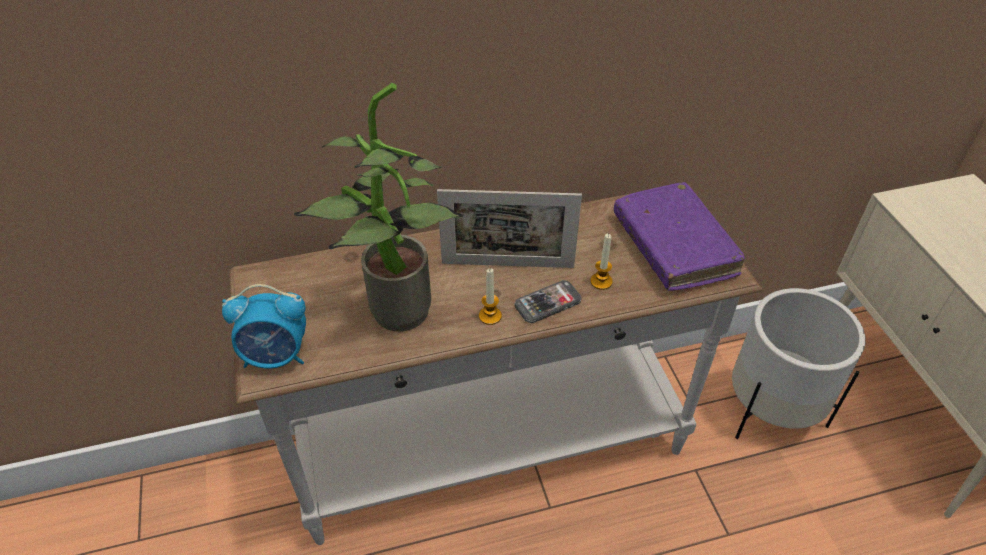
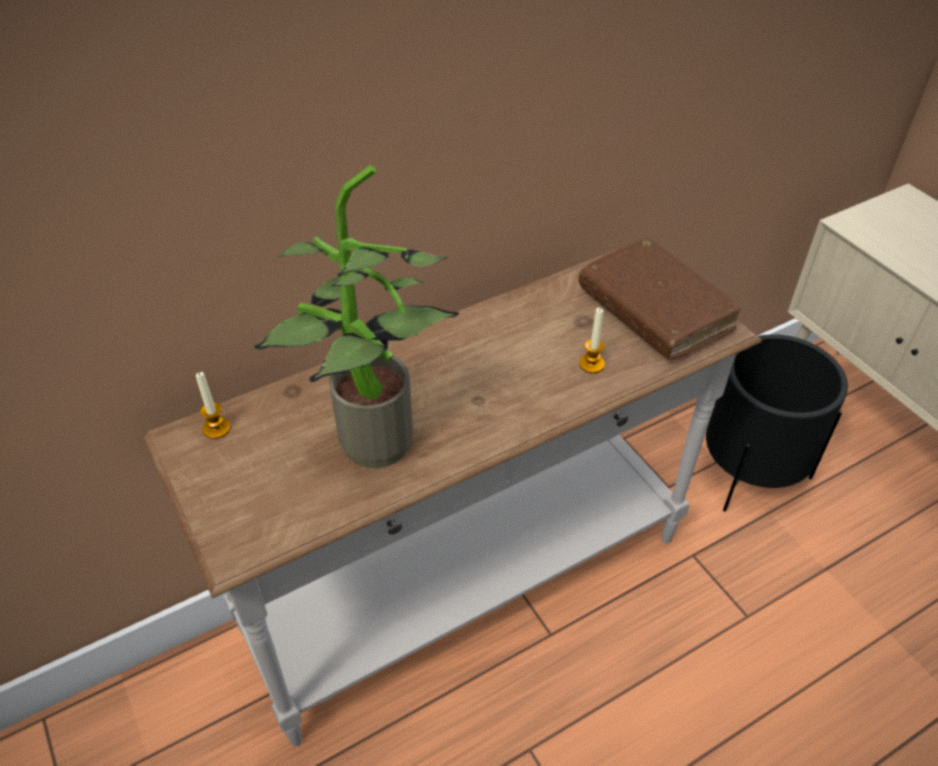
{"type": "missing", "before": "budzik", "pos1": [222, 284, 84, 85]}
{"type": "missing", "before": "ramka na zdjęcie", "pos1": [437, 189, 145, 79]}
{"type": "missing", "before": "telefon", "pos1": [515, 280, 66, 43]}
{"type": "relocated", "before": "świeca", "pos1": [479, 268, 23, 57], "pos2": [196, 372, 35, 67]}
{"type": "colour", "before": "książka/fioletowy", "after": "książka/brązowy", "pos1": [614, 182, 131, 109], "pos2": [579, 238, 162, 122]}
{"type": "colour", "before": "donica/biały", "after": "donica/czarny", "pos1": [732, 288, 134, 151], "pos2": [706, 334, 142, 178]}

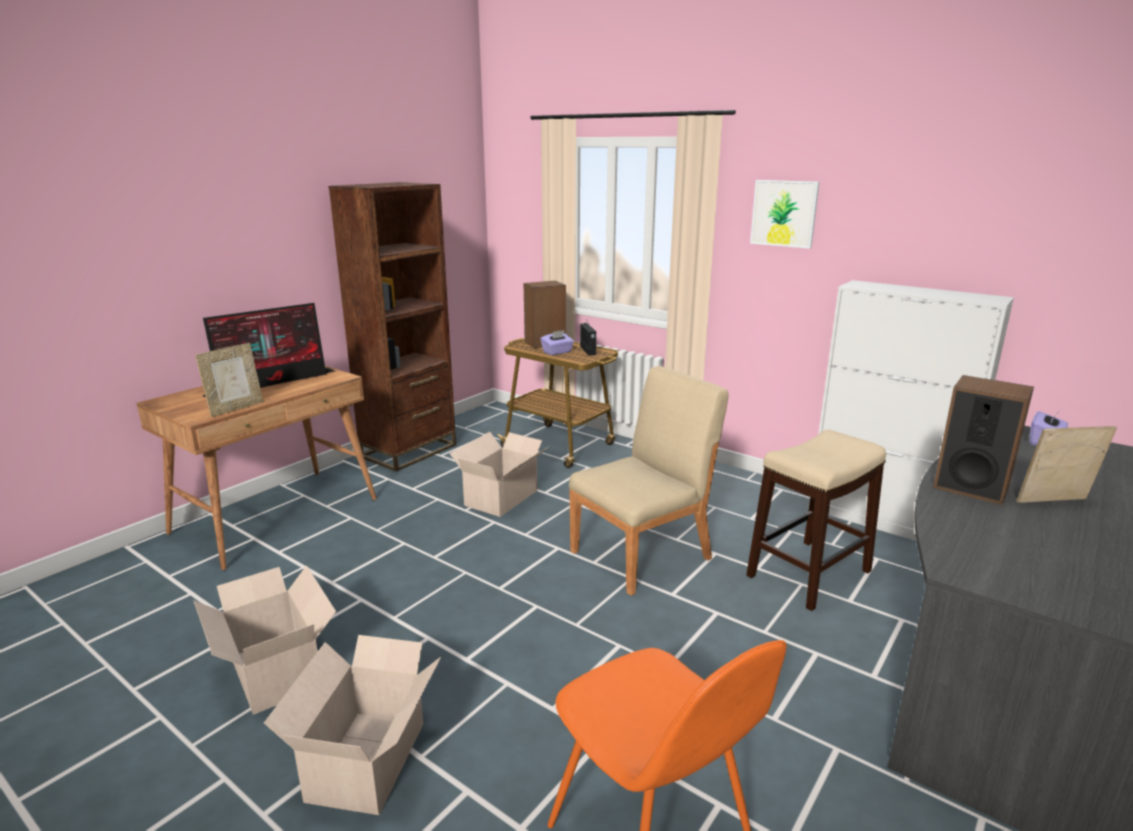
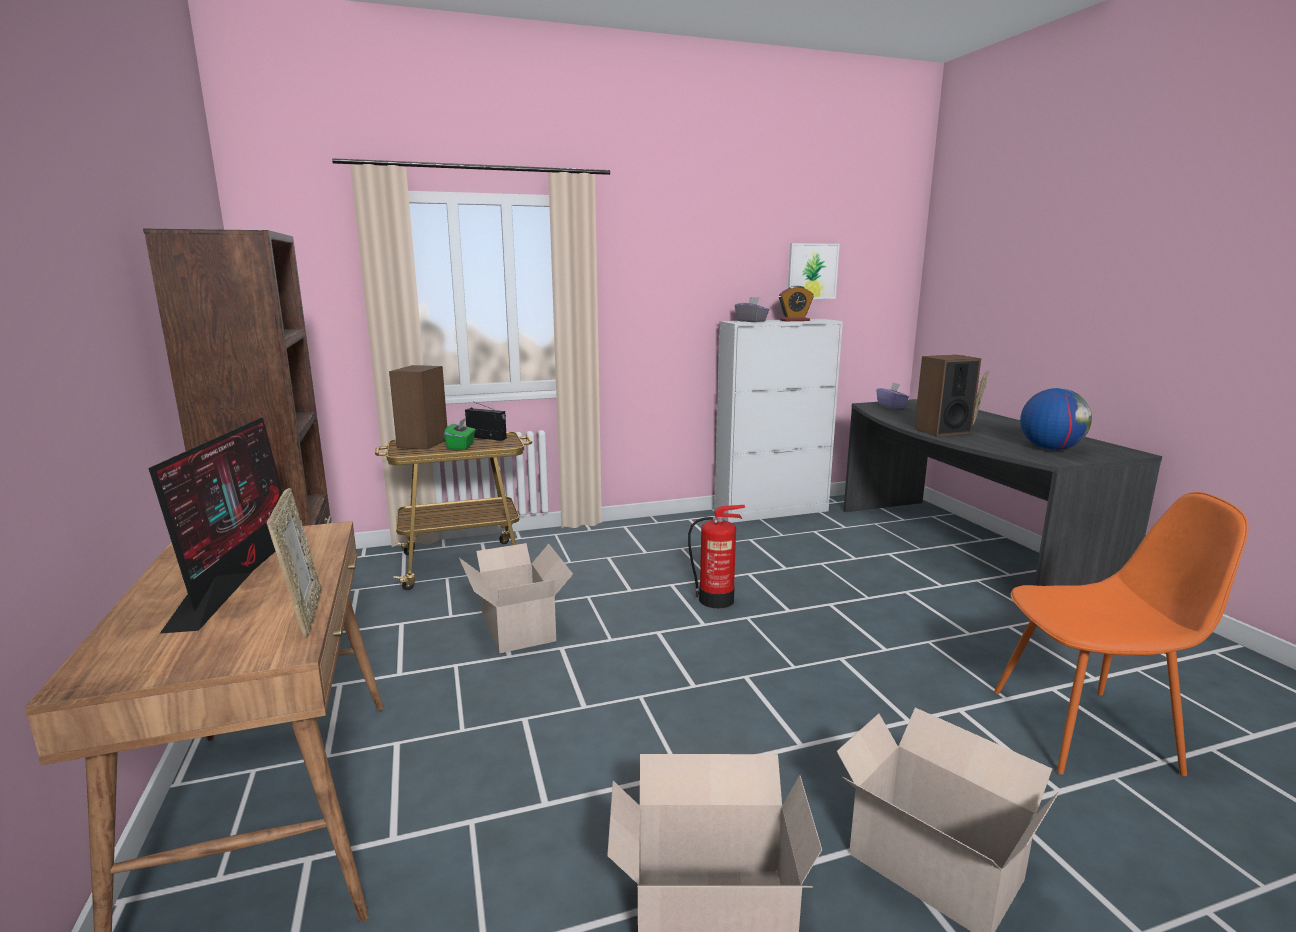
{"type": "missing", "before": "stołek", "pos1": [746, 430, 140, 181]}
{"type": "appeared", "after": "pudełko chusteczek/szary", "pos2": [735, 297, 34, 25]}
{"type": "appeared", "after": "budzik", "pos2": [779, 286, 35, 35]}
{"type": "appeared", "after": "globus", "pos2": [1020, 388, 72, 62]}
{"type": "relocated", "before": "obraz", "pos1": [750, 180, 69, 69], "pos2": [788, 243, 52, 56]}
{"type": "exchanged", "before": "krzesło/beżowy", "after": "gaśnica", "pos1": [569, 366, 160, 230], "pos2": [688, 505, 57, 103]}
{"type": "colour", "before": "pudełko chusteczek/fioletowy", "after": "pudełko chusteczek/zielony", "pos1": [540, 330, 34, 25], "pos2": [444, 418, 32, 32]}

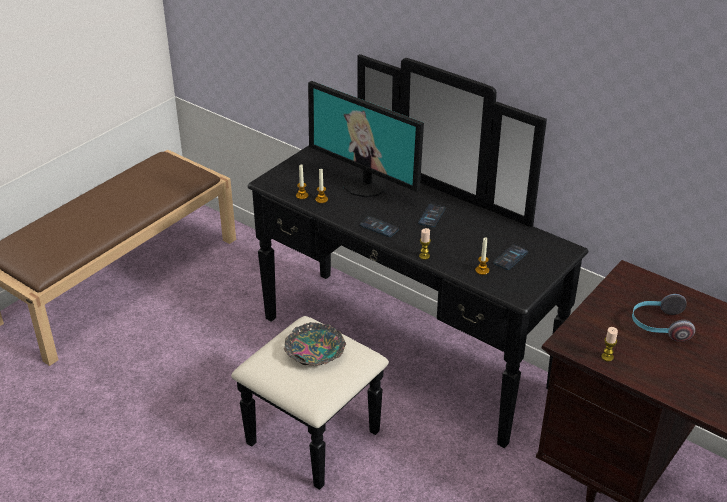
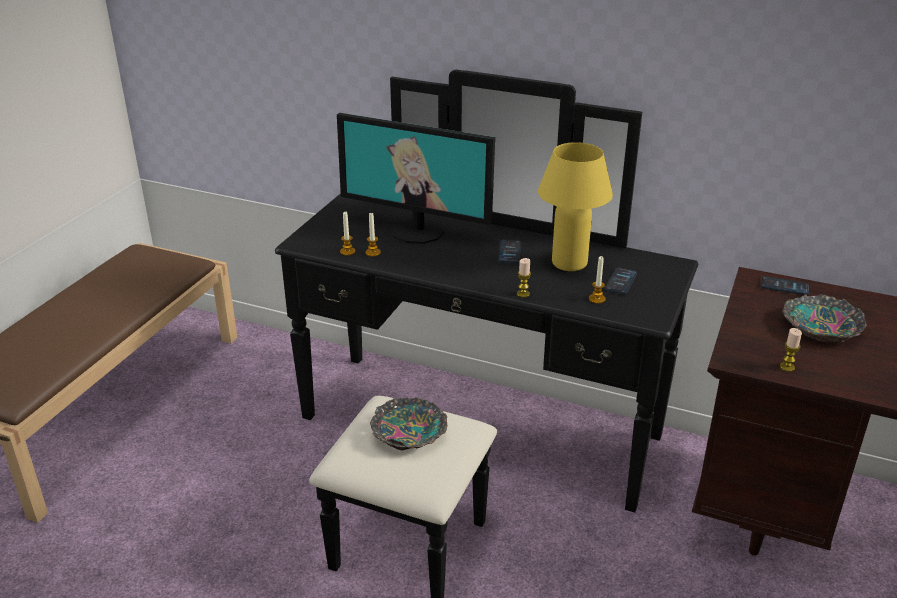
{"type": "appeared", "after": "lampa stołowa/żółty", "pos2": [538, 142, 75, 129]}
{"type": "relocated", "before": "telefon", "pos1": [360, 216, 39, 21], "pos2": [761, 276, 49, 19]}
{"type": "exchanged", "before": "słuchawki", "after": "miska", "pos1": [632, 294, 63, 48], "pos2": [782, 294, 85, 49]}

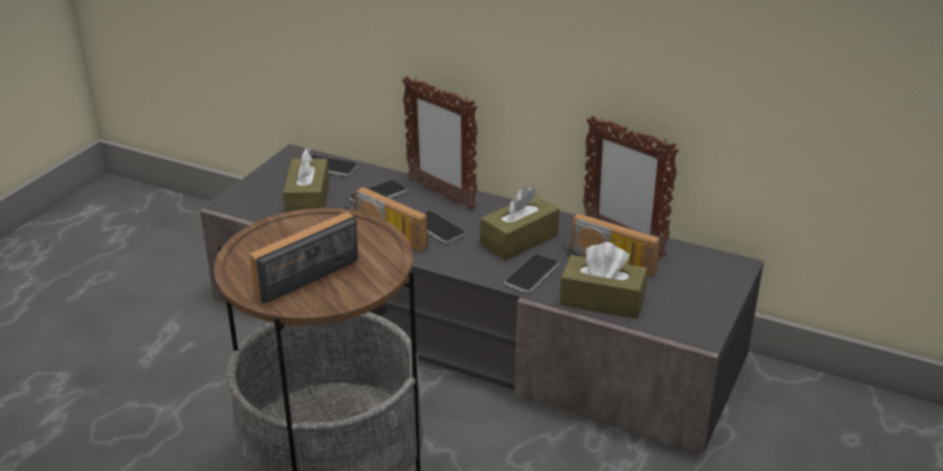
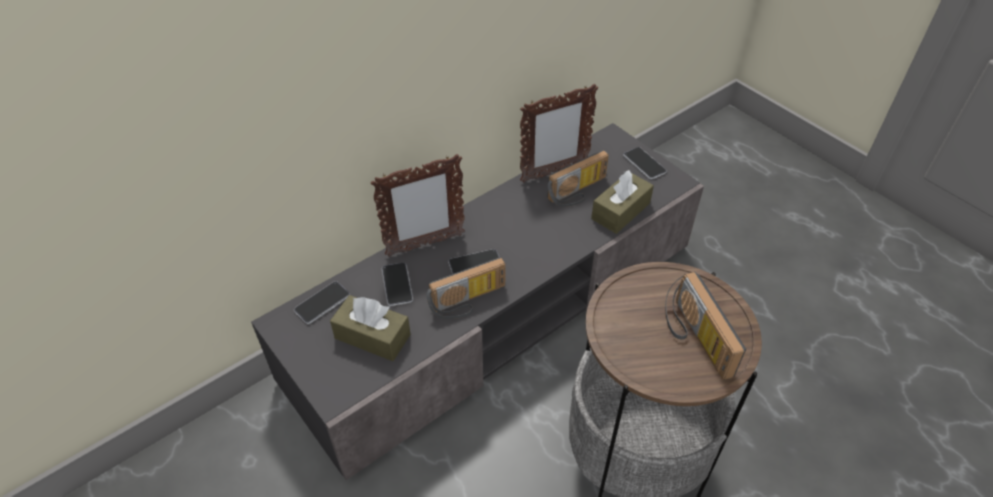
{"type": "missing", "before": "pudełko chusteczek/brązowy", "pos1": [480, 187, 79, 73]}
{"type": "relocated", "before": "telefon", "pos1": [504, 254, 55, 39], "pos2": [623, 147, 44, 33]}

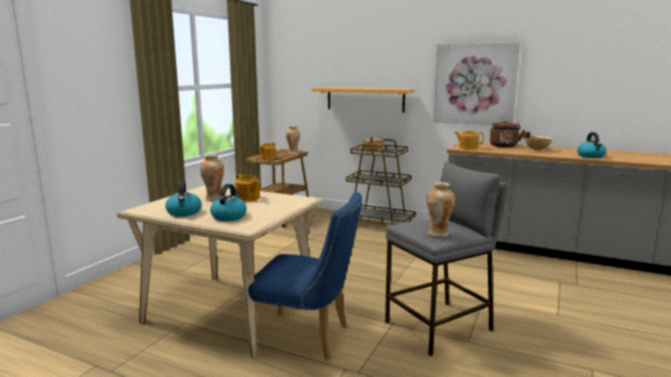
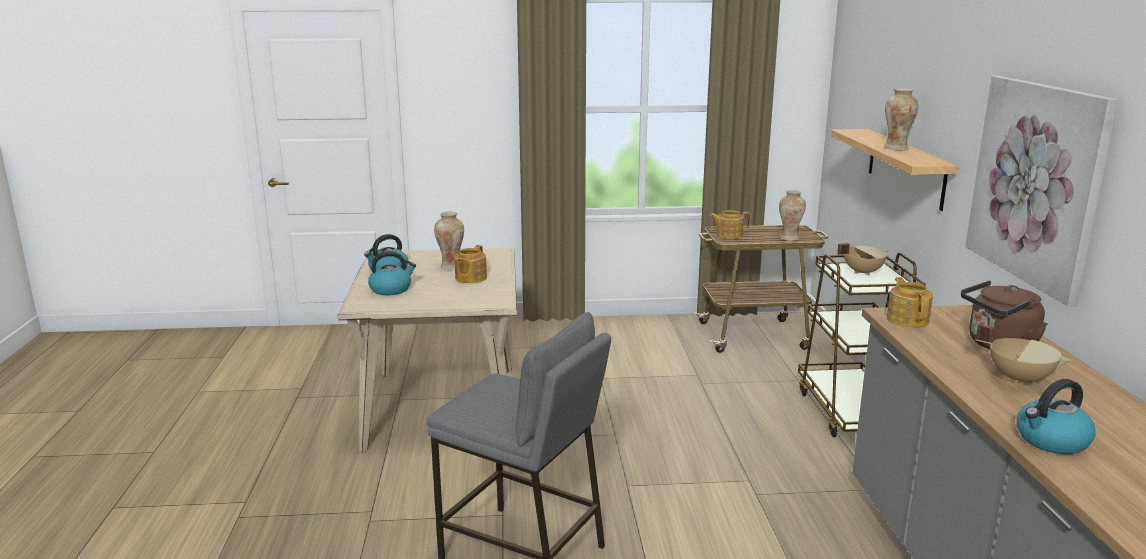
{"type": "missing", "before": "krzesło/niebieski", "pos1": [248, 192, 114, 168]}
{"type": "relocated", "before": "wazon", "pos1": [427, 182, 28, 55], "pos2": [884, 88, 34, 62]}

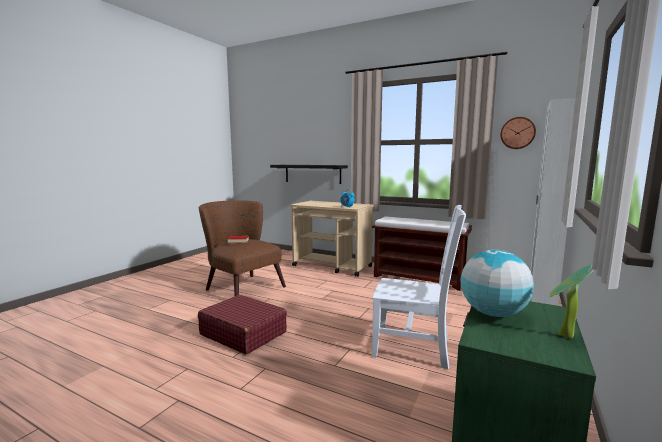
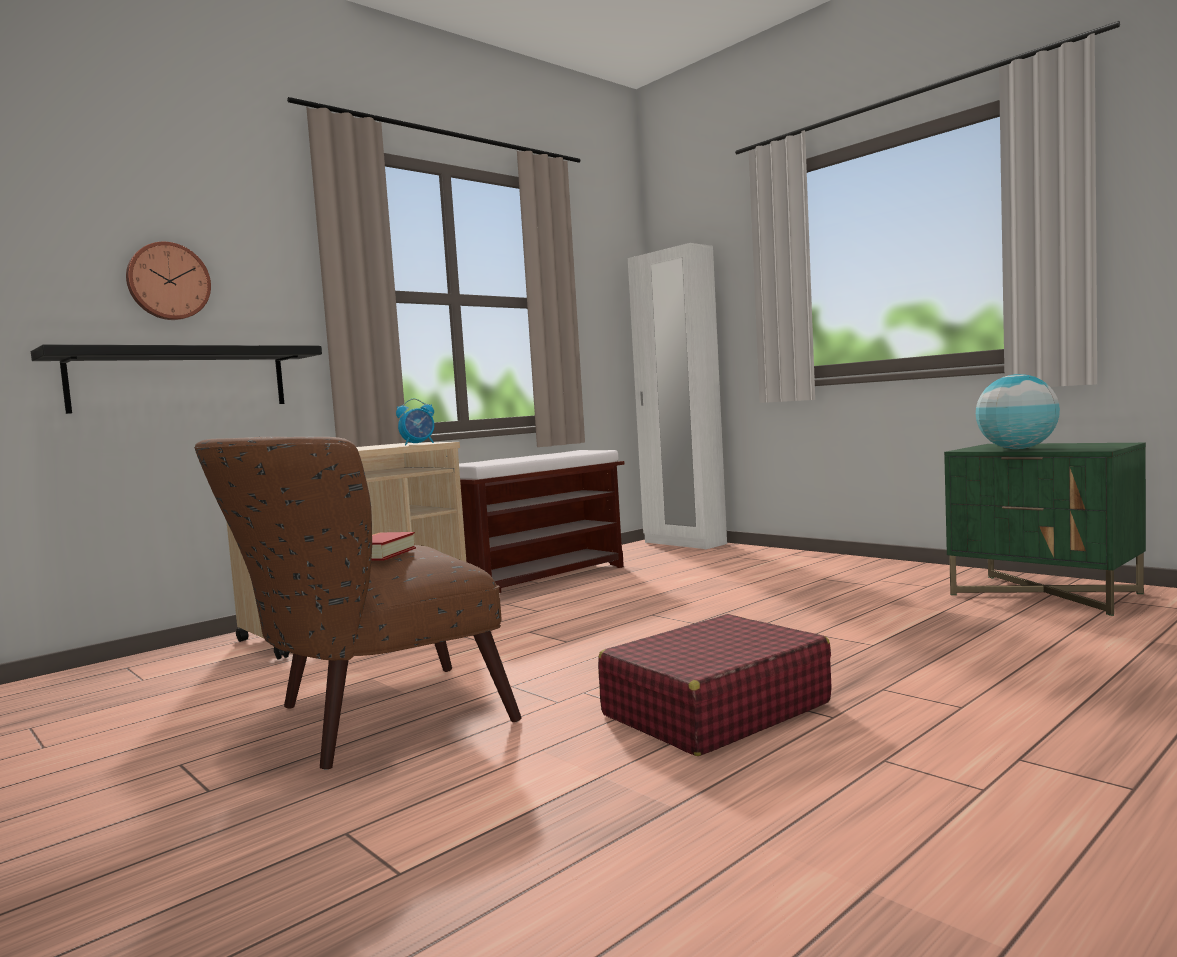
{"type": "missing", "before": "krzesło/biały", "pos1": [372, 205, 94, 164]}
{"type": "missing", "before": "roślina doniczkowa", "pos1": [550, 265, 44, 74]}
{"type": "relocated", "before": "zegar ścienny", "pos1": [500, 117, 36, 32], "pos2": [126, 242, 85, 78]}

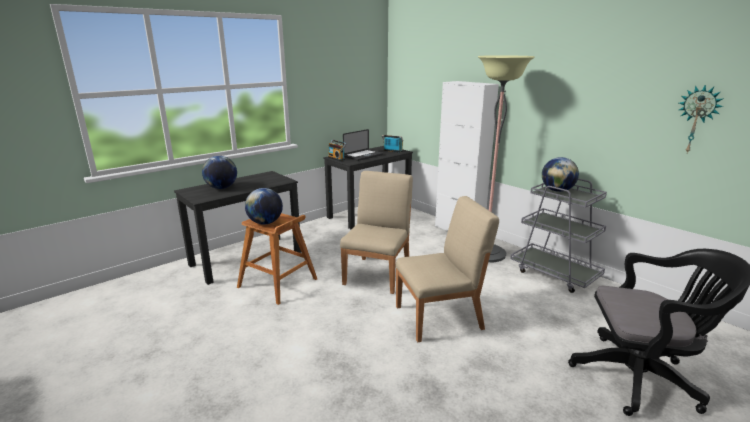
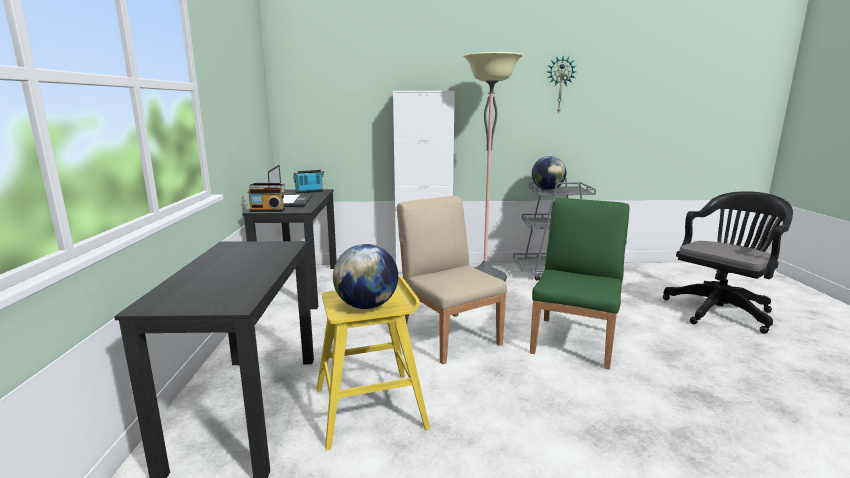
{"type": "missing", "before": "globus", "pos1": [202, 156, 35, 33]}
{"type": "relocated", "before": "zegar ścienny", "pos1": [679, 85, 44, 68], "pos2": [547, 56, 30, 58]}
{"type": "colour", "before": "stołek/brązowy", "after": "stołek/żółty", "pos1": [237, 213, 80, 92], "pos2": [316, 276, 114, 174]}
{"type": "colour", "before": "krzesło/beżowy", "after": "krzesło/zielony", "pos1": [396, 196, 103, 146], "pos2": [530, 198, 99, 172]}

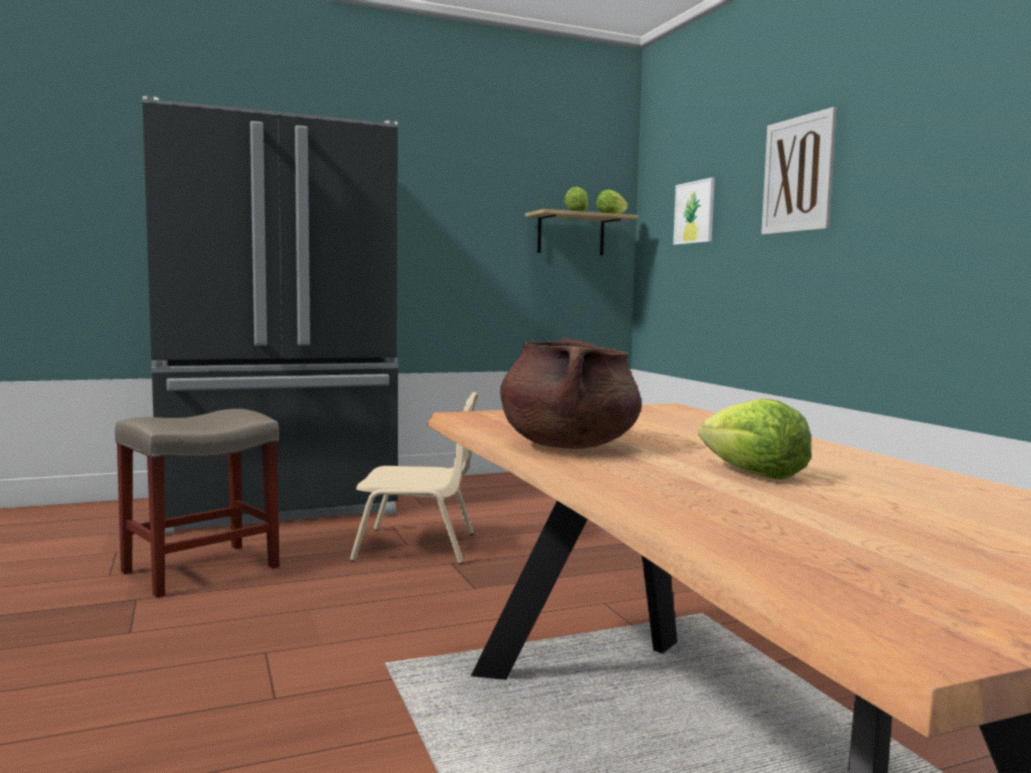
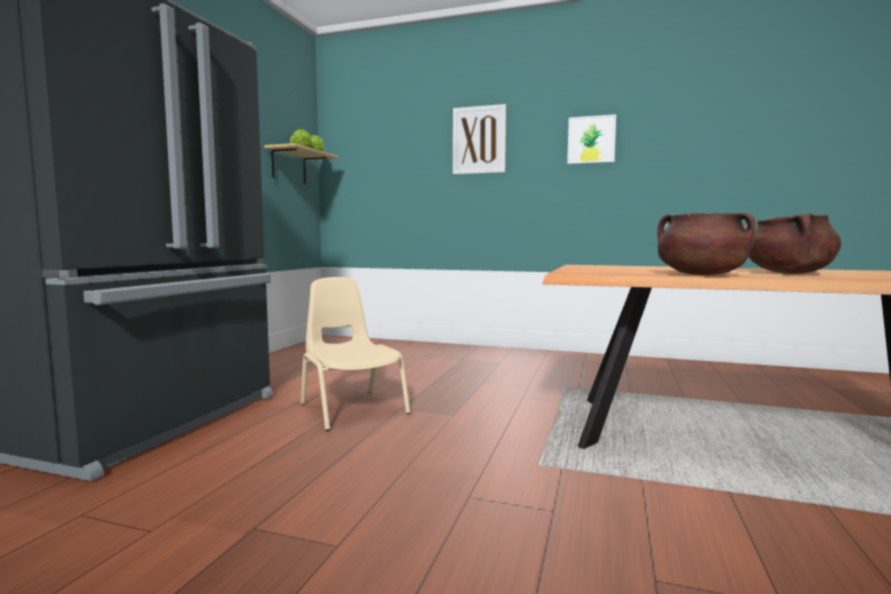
{"type": "missing", "before": "stołek/beżowy", "pos1": [115, 409, 165, 189]}
{"type": "relocated", "before": "obraz", "pos1": [673, 178, 42, 67], "pos2": [567, 114, 49, 50]}
{"type": "exchanged", "before": "sałata", "after": "garnek/brązowy", "pos1": [698, 398, 114, 81], "pos2": [749, 213, 92, 61]}
{"type": "spun", "before": "krzesło/beżowy", "pos1": [350, 392, 128, 172], "pos2": [301, 277, 110, 154], "turn": -75}

